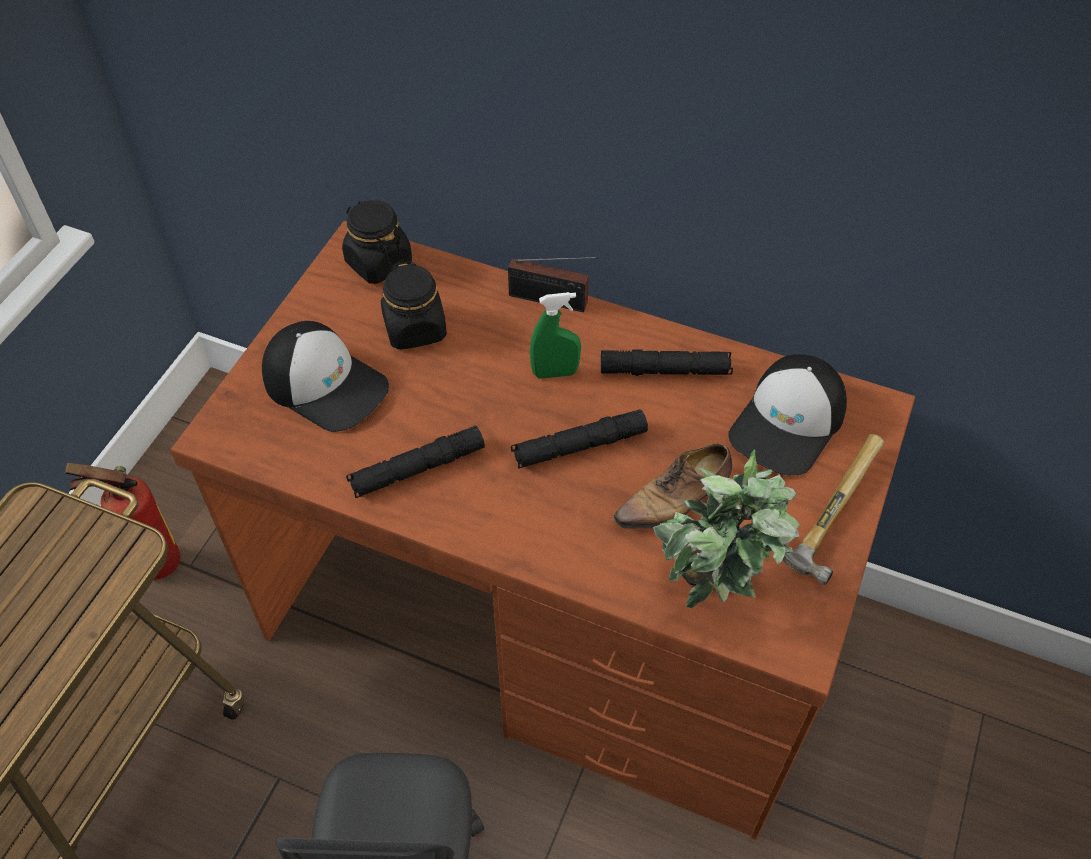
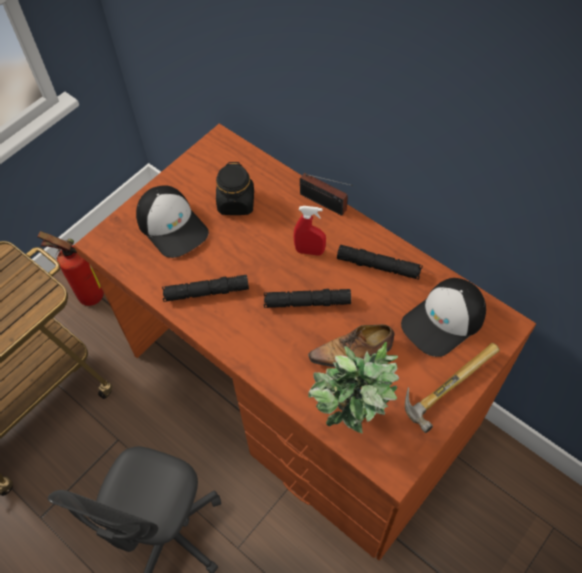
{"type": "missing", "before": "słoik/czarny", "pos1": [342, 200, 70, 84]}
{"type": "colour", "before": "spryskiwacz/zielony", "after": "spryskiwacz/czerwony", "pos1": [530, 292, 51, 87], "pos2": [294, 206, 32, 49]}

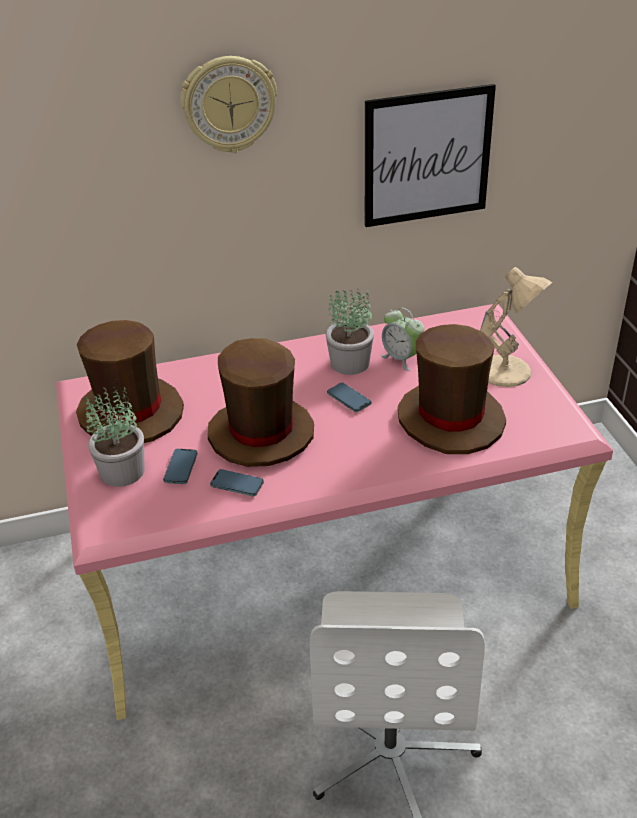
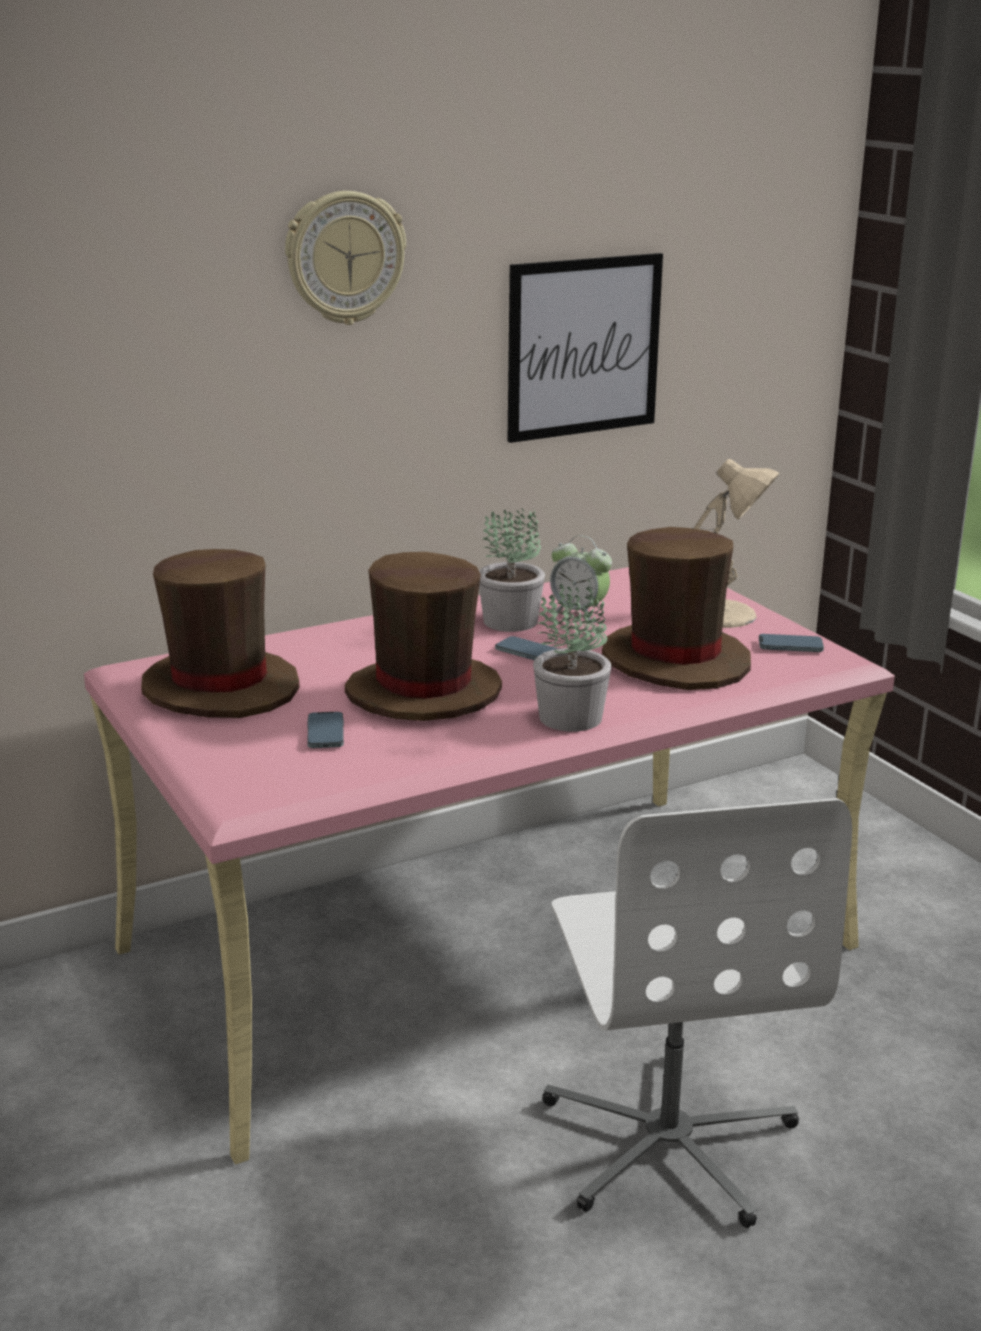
{"type": "relocated", "before": "roślina doniczkowa", "pos1": [85, 386, 60, 101], "pos2": [533, 579, 79, 152]}
{"type": "relocated", "before": "telefon", "pos1": [210, 469, 54, 27], "pos2": [759, 634, 65, 18]}

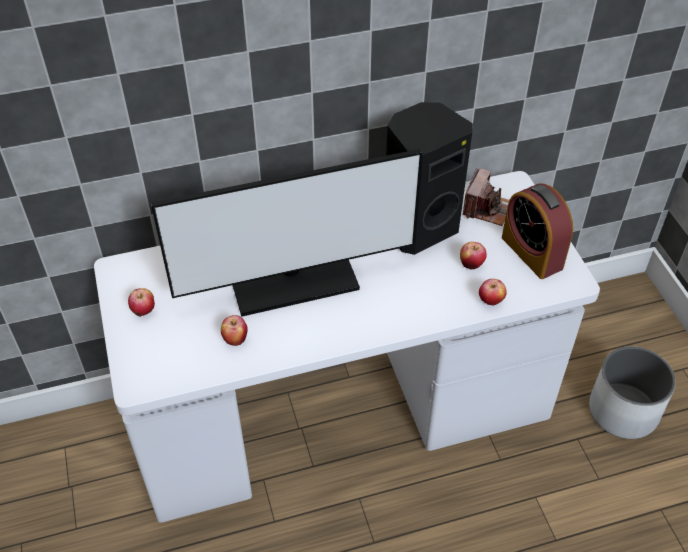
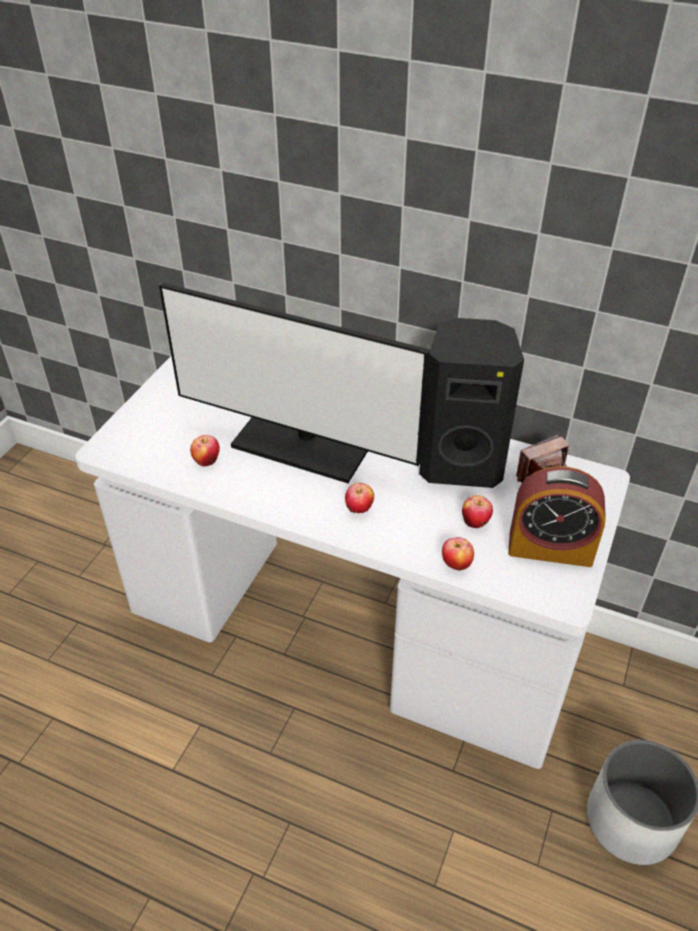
{"type": "relocated", "before": "jabłko", "pos1": [128, 288, 27, 29], "pos2": [345, 483, 29, 31]}
{"type": "spun", "before": "budzik", "pos1": [502, 184, 71, 95], "pos2": [508, 467, 98, 100], "turn": -90}

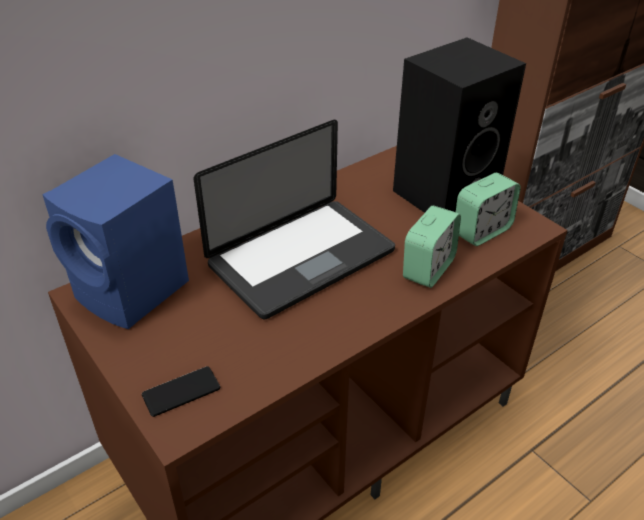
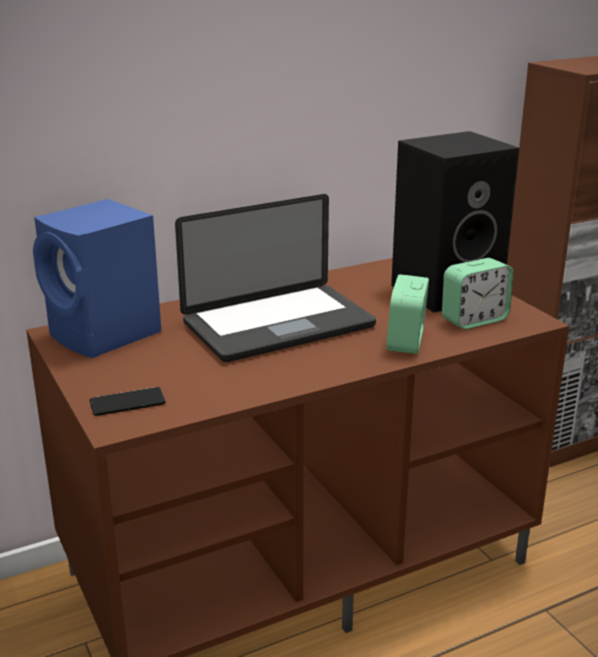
{"type": "spun", "before": "budzik", "pos1": [403, 205, 58, 83], "pos2": [386, 274, 43, 80], "turn": 150}

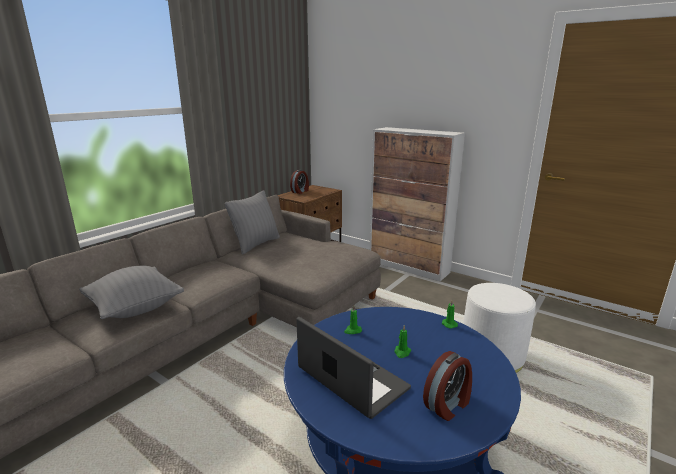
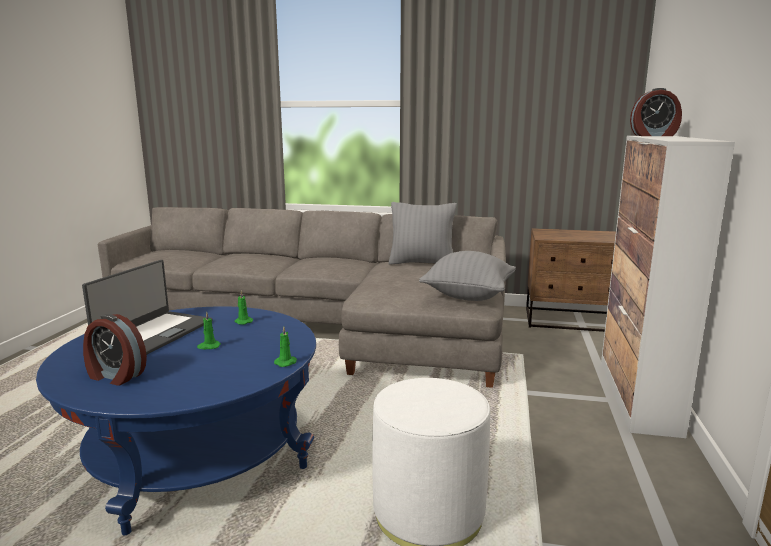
{"type": "relocated", "before": "poduszka/szary", "pos1": [79, 266, 105, 53], "pos2": [419, 251, 97, 50]}
{"type": "relocated", "before": "budzik", "pos1": [290, 170, 19, 24], "pos2": [630, 88, 52, 48]}

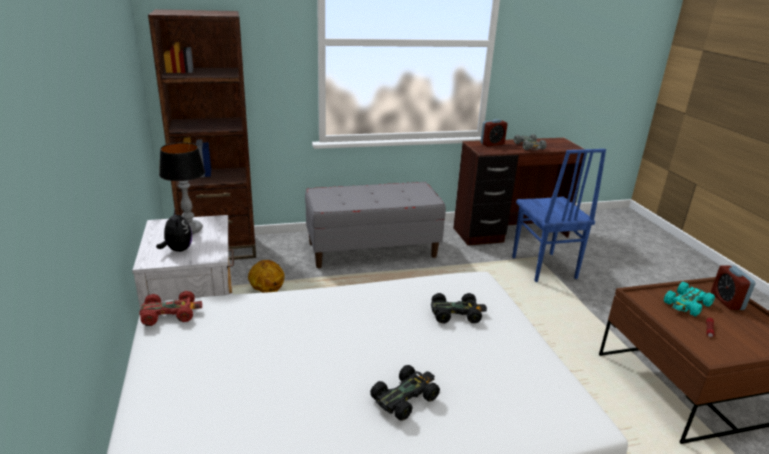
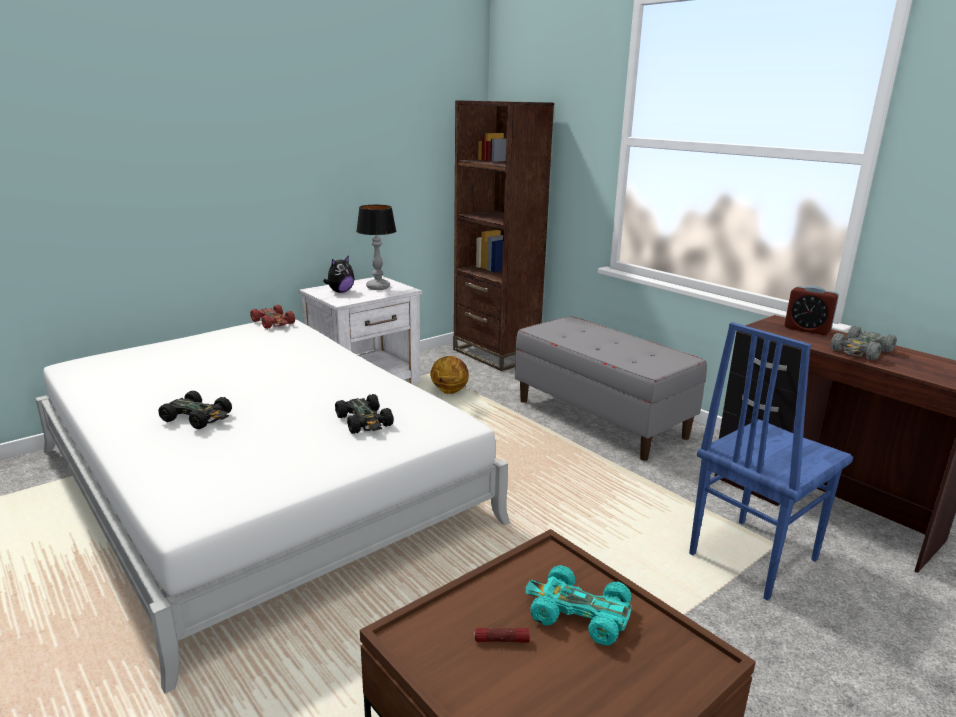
{"type": "missing", "before": "budzik", "pos1": [711, 266, 44, 44]}

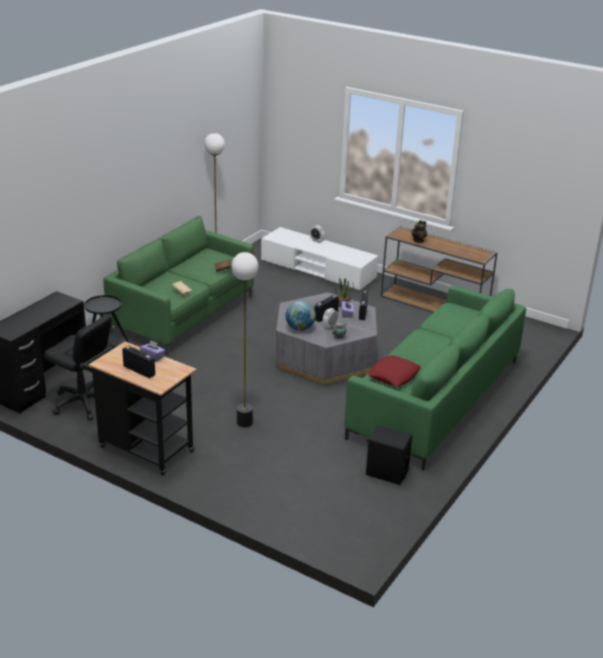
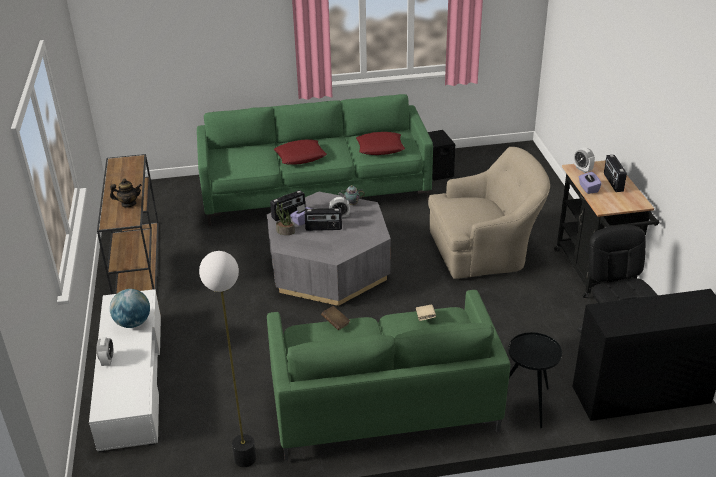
{"type": "appeared", "after": "poduszka/czerwony", "pos2": [274, 140, 53, 25]}
{"type": "appeared", "after": "budzik", "pos2": [574, 147, 21, 26]}
{"type": "relocated", "before": "globus", "pos1": [286, 301, 30, 30], "pos2": [110, 289, 40, 39]}
{"type": "exchanged", "before": "lampa stojąca", "after": "fotel/beżowy", "pos1": [232, 252, 26, 175], "pos2": [428, 147, 122, 132]}

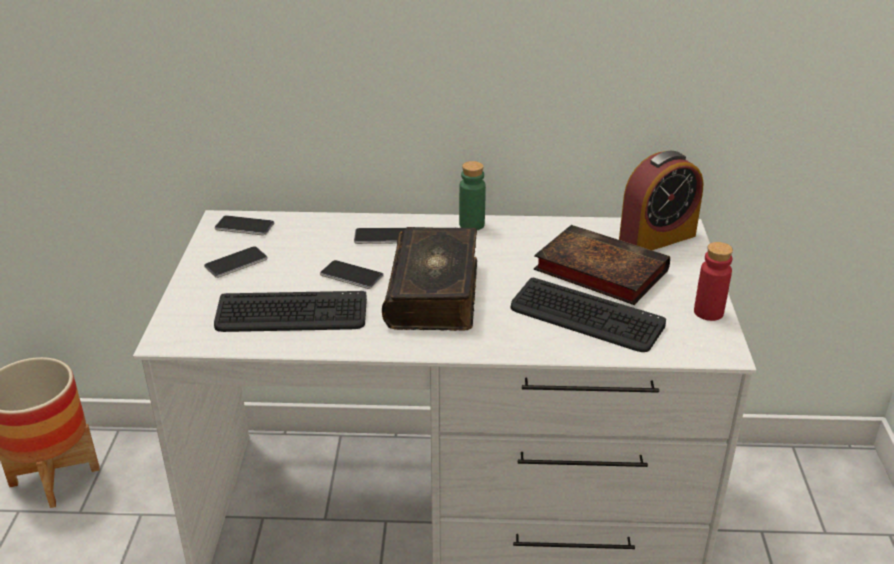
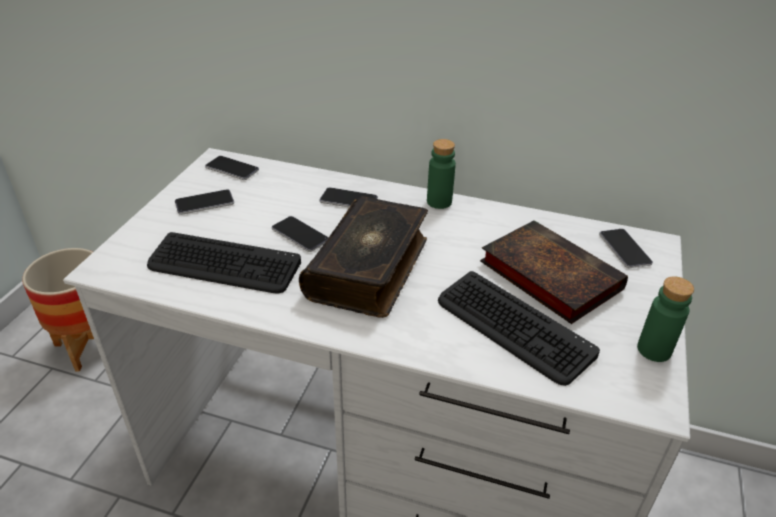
{"type": "exchanged", "before": "budzik", "after": "telefon", "pos1": [619, 151, 85, 99], "pos2": [599, 229, 54, 39]}
{"type": "colour", "before": "butelka/czerwony", "after": "butelka/zielony", "pos1": [694, 242, 39, 79], "pos2": [637, 276, 57, 86]}

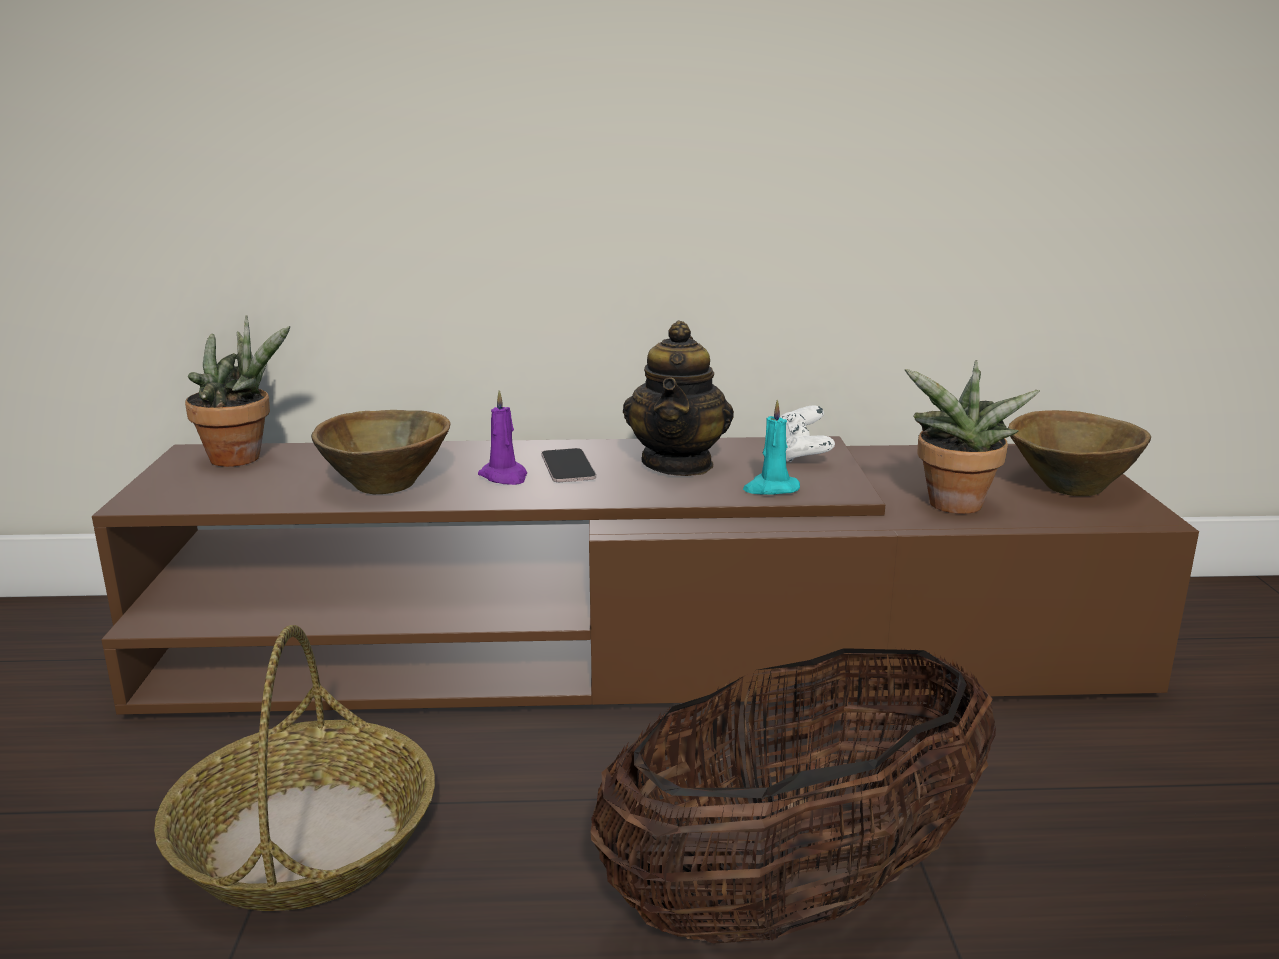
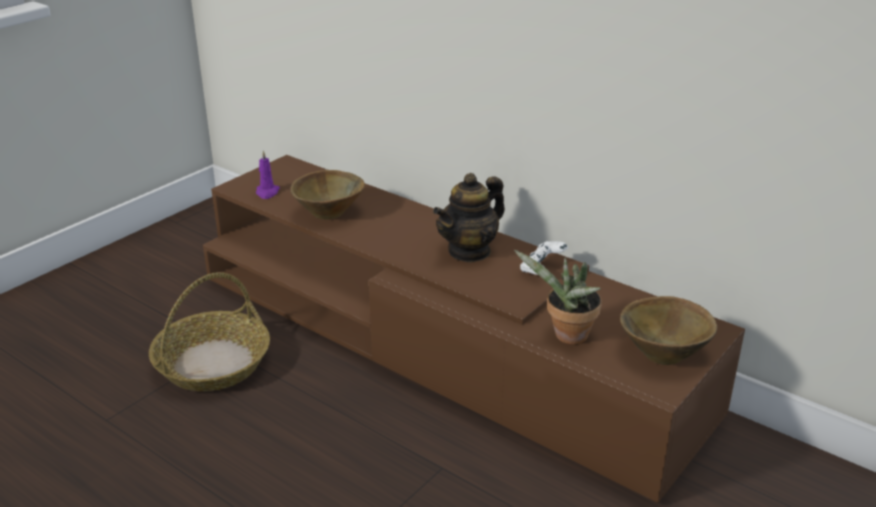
{"type": "missing", "before": "roślina doniczkowa", "pos1": [185, 315, 105, 152]}
{"type": "missing", "before": "telefon", "pos1": [541, 448, 55, 34]}
{"type": "missing", "before": "koszyk", "pos1": [590, 648, 406, 296]}
{"type": "missing", "before": "świeca/turkusowy", "pos1": [743, 400, 57, 95]}
{"type": "relocated", "before": "świeca/fioletowy", "pos1": [478, 390, 49, 95], "pos2": [256, 150, 24, 49]}

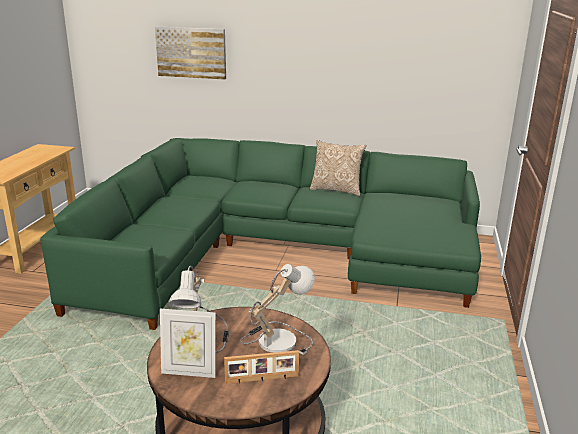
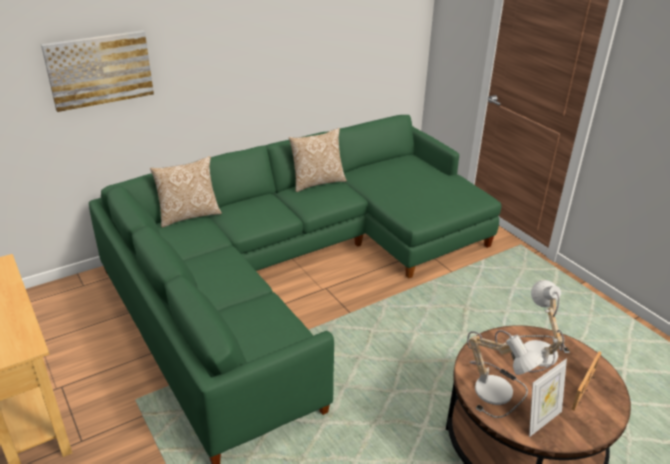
{"type": "appeared", "after": "poduszka", "pos2": [150, 156, 72, 72]}

